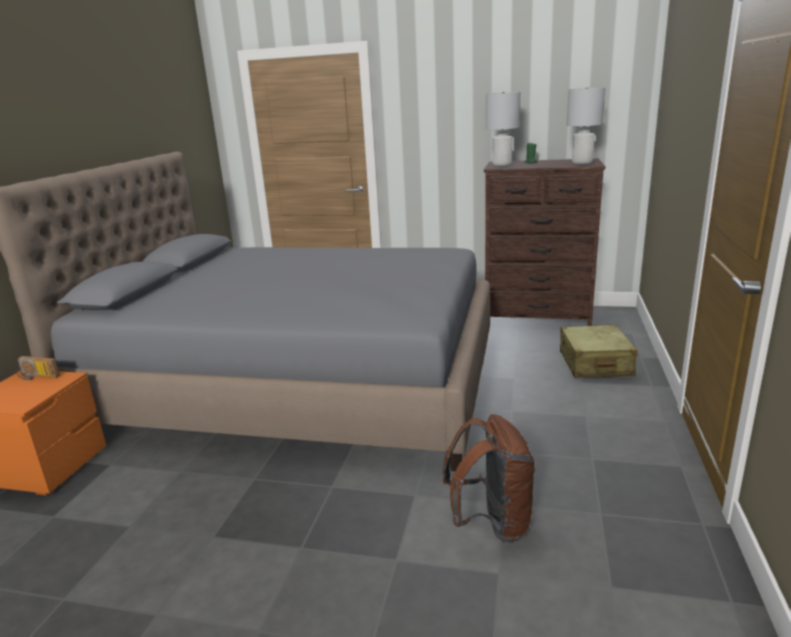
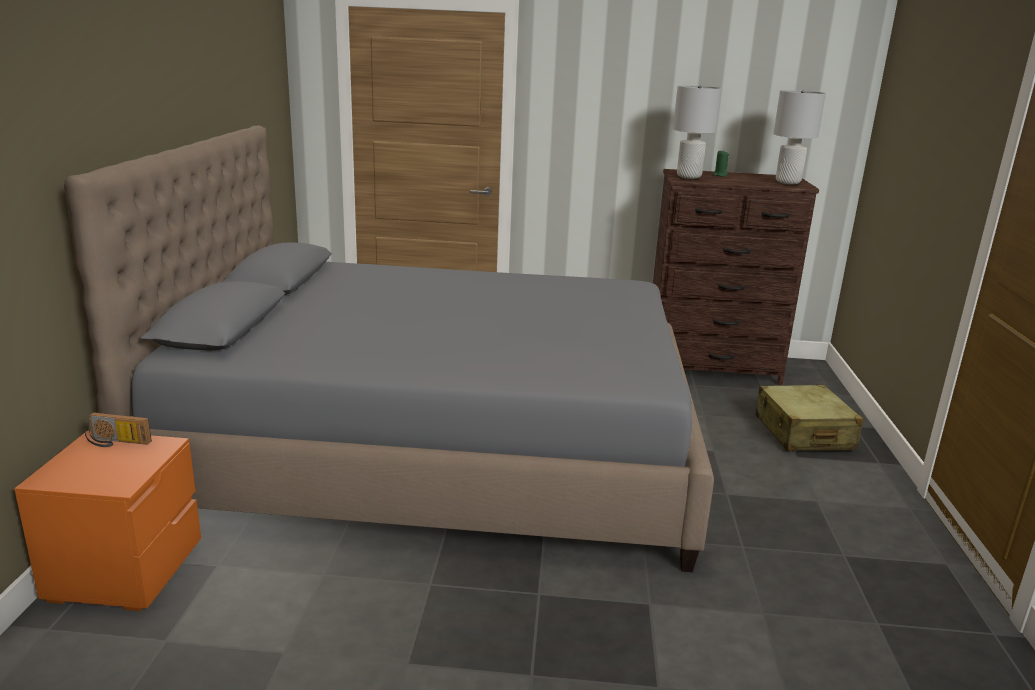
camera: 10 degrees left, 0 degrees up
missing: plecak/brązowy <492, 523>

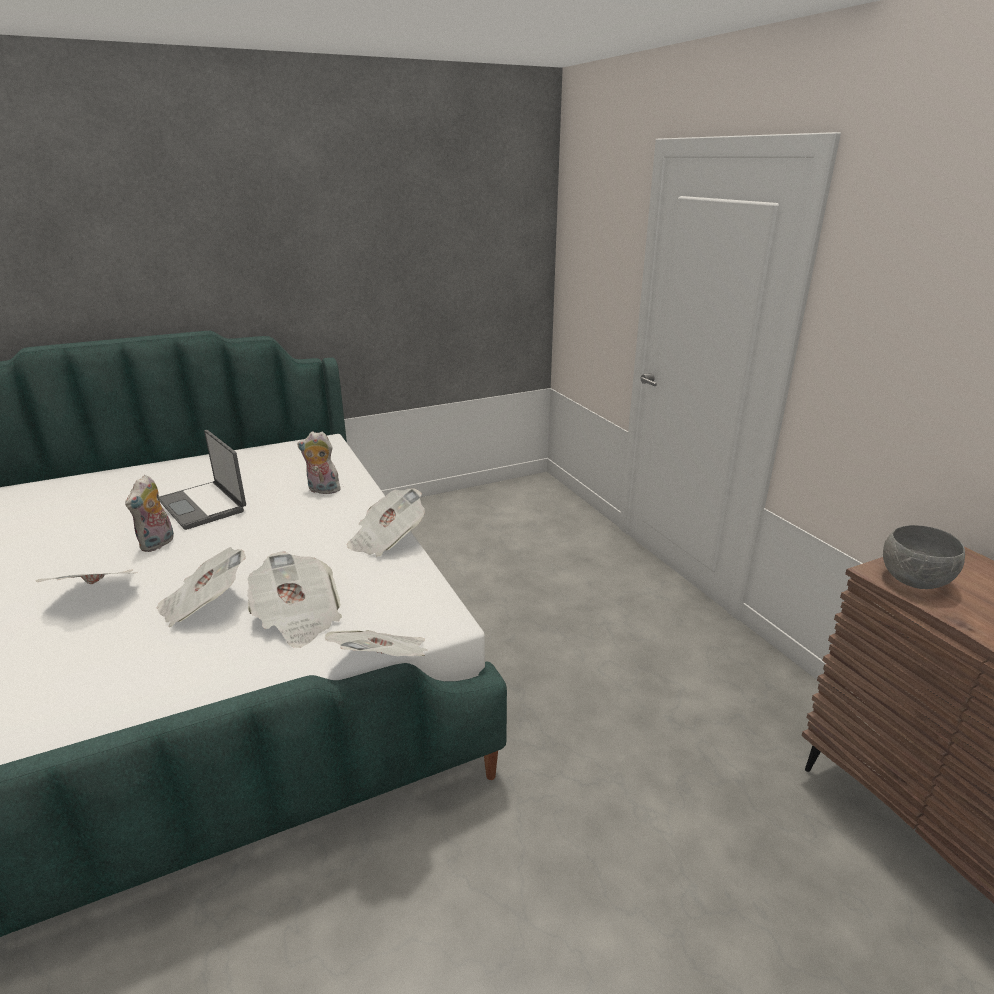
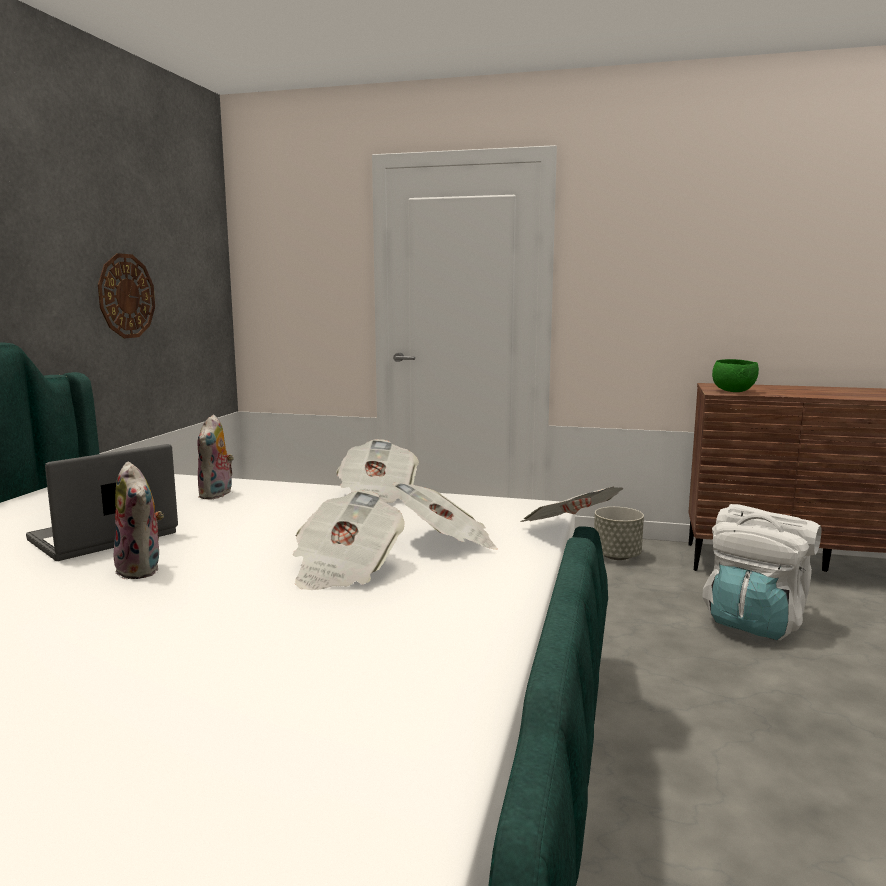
camera: 50 degrees left, 15 degrees down
missing: gazeta <100, 595>
appeared: zegar ścienny <126, 296>; plecak/biały <755, 622>; donica/szary <617, 556>
colour: miska/szary <915, 582> to miska/zielony <734, 391>
spun: laptop <204, 505> = <104, 538> 135 degrees clockwise; pluszak <322, 490> = <217, 495> 45 degrees counterclockwise

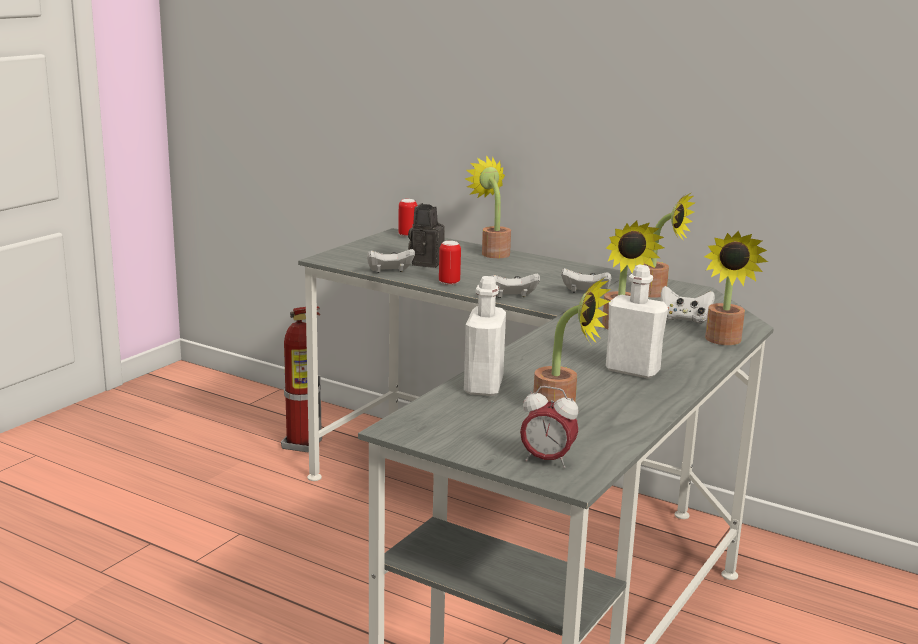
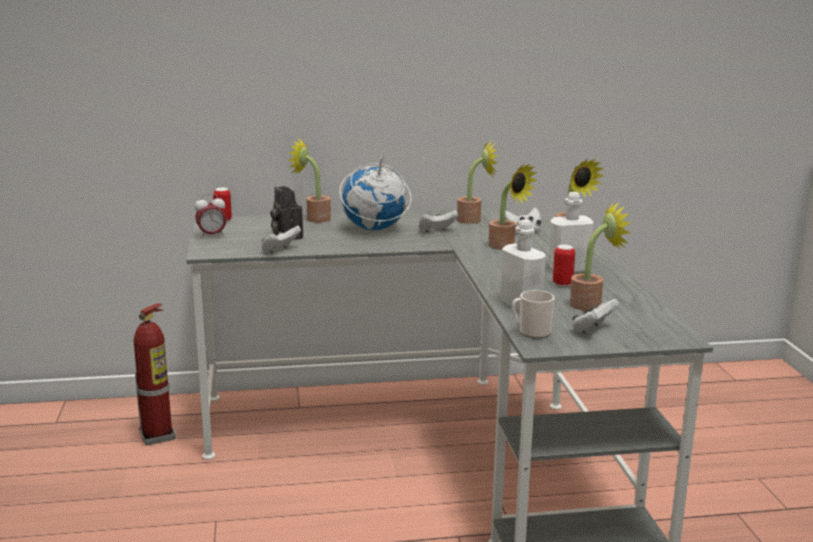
camera: 40 degrees left, 0 degrees up
appeared: globus <374, 229>; kubek <531, 332>
relocated: puszka <449, 283> to <562, 284>; pad do gier/biały <512, 298> to <592, 330>; budzik <547, 460> to <211, 236>

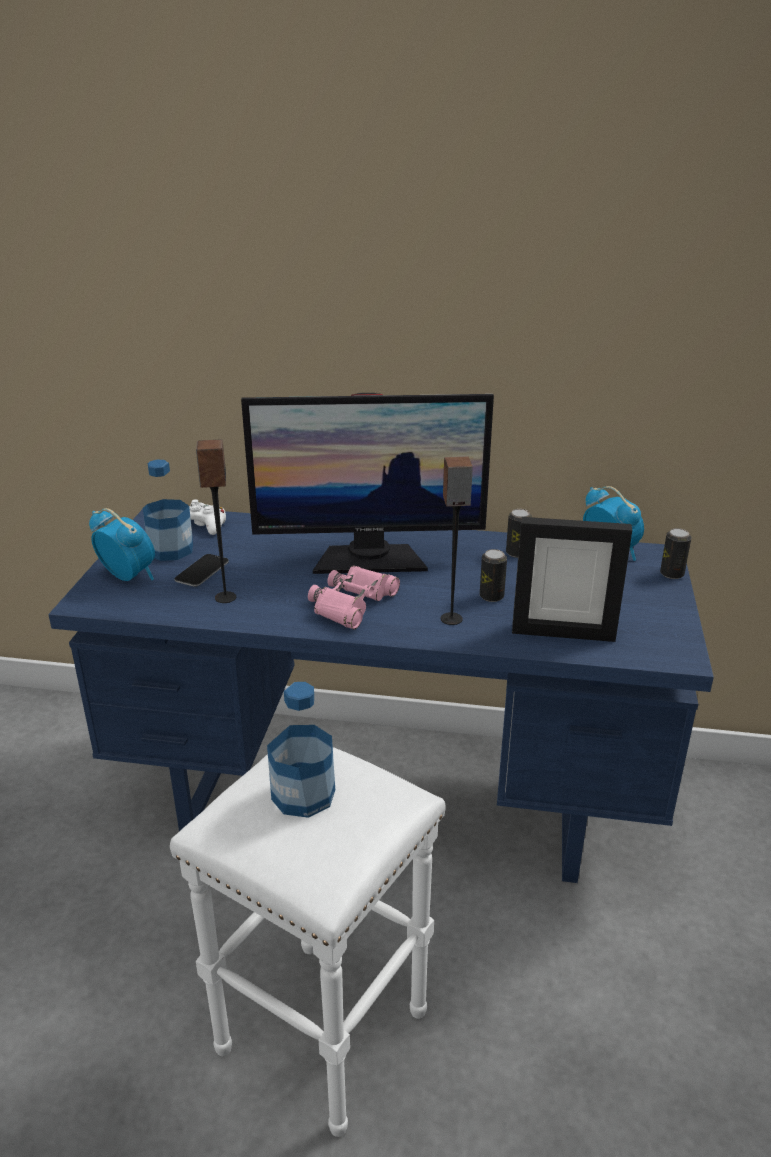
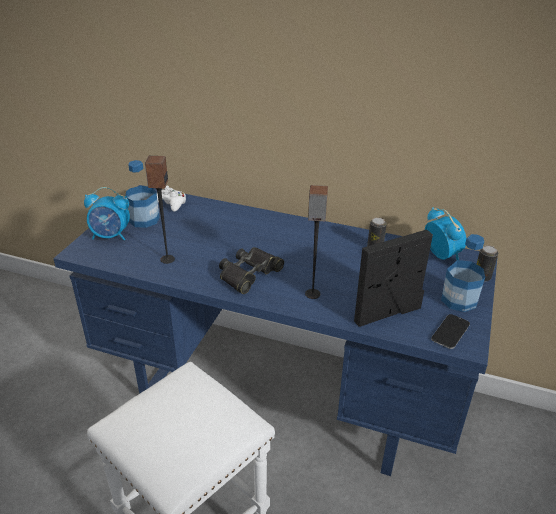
camera: 10 degrees right, 5 degrees up
missing: monitor <369, 558>; puszka <491, 596>
relocated: telefon <202, 571> to <450, 332>; butelka <303, 794> to <459, 300>
colour: lornetka/różowy <352, 604> to lornetka/czarny <249, 274>
spun: budzik <128, 576> = <111, 236> 135 degrees clockwise; ramka na zdjęcie <563, 632> = <387, 314> 135 degrees clockwise

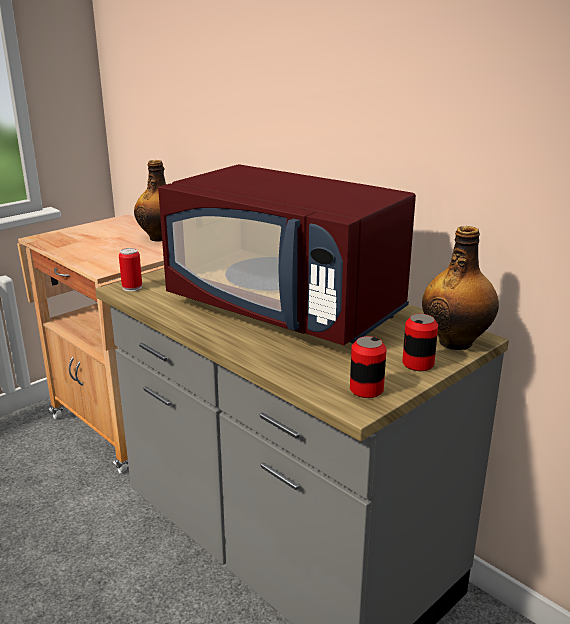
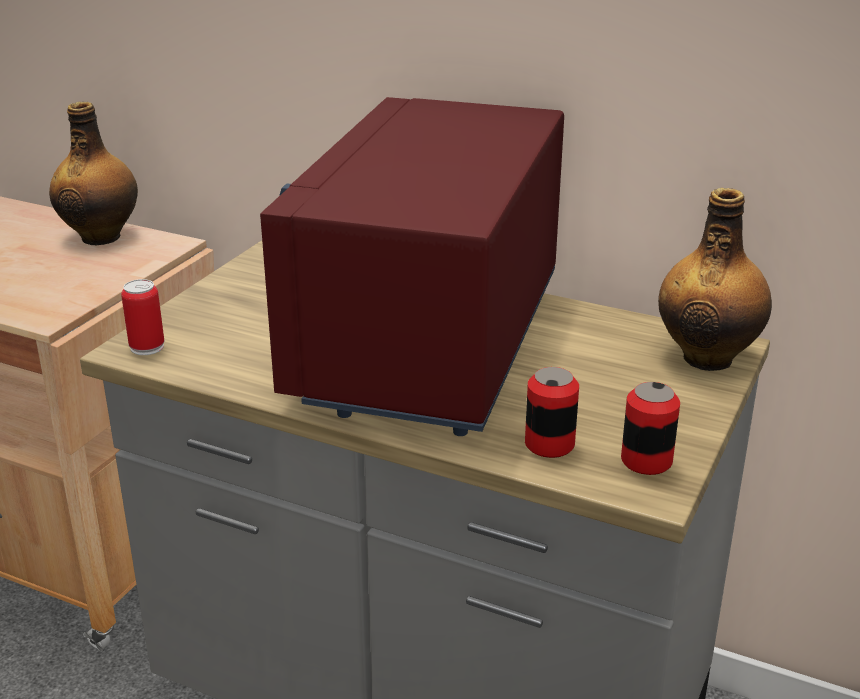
camera: 20 degrees left, 5 degrees up
relocated: puszka <418, 364> to <549, 444>
spun: mikrofalówka/czerwony <287, 309> = <430, 343> 90 degrees clockwise

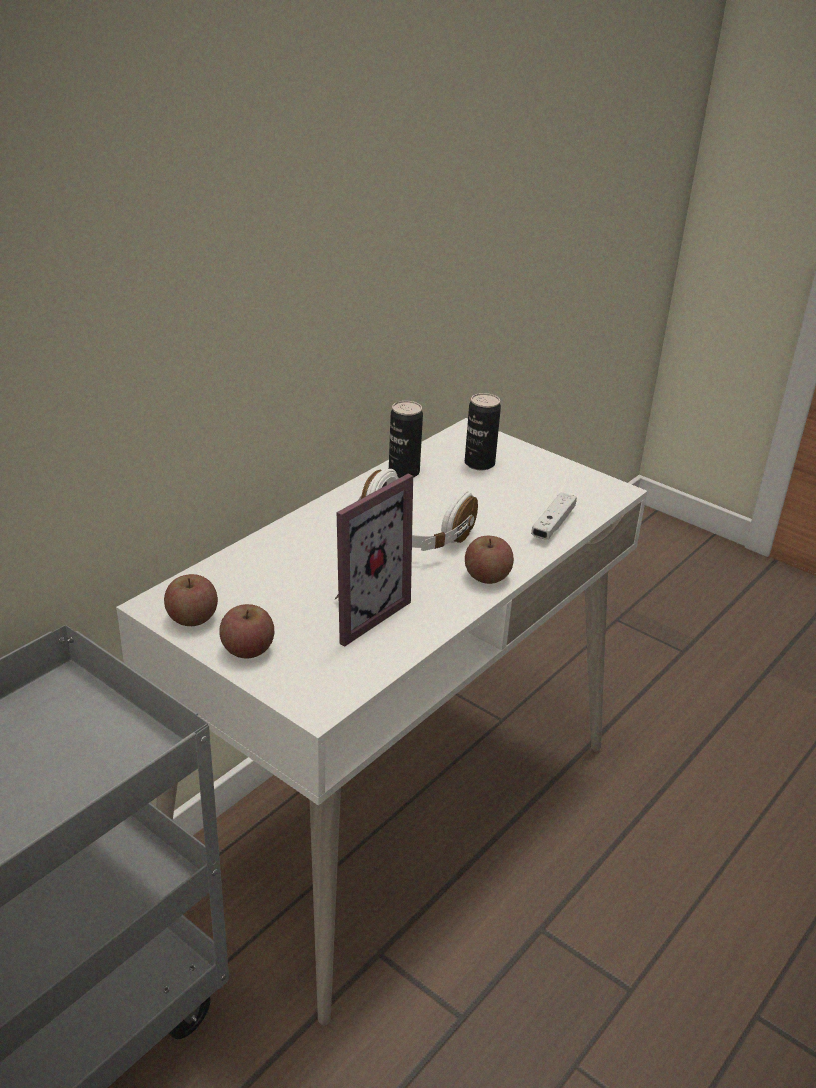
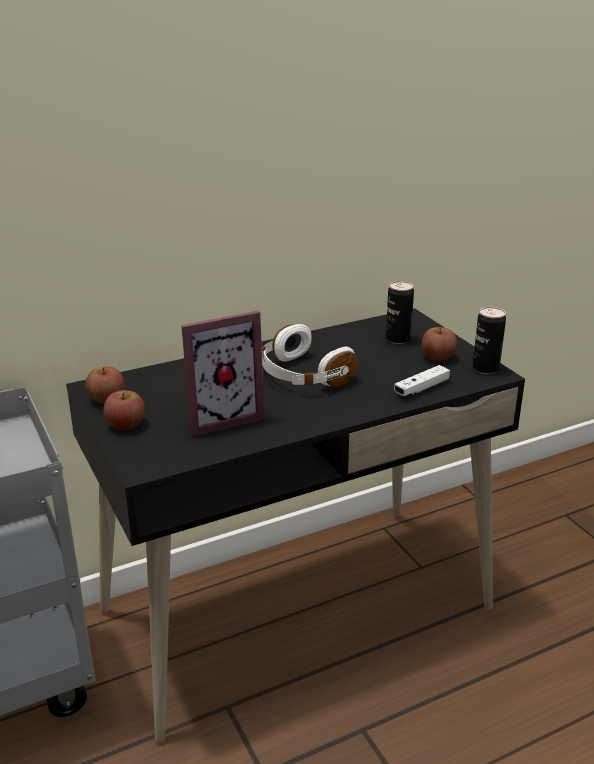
camera: 25 degrees right, 5 degrees down
relocated: puszka <404, 472> to <485, 368>; jabłko <487, 576> to <438, 357>
colour: biurko/biały <393, 811> to biurko/czarny <296, 609>

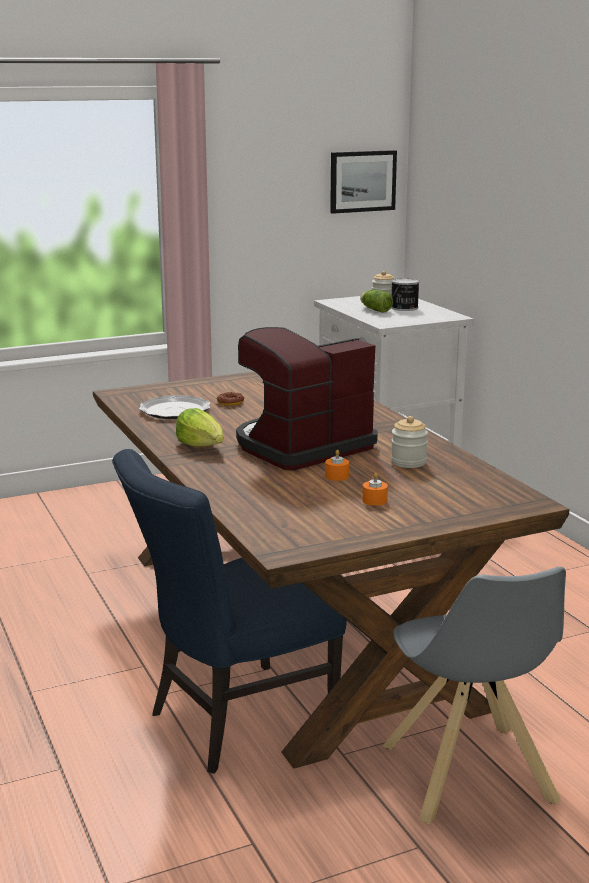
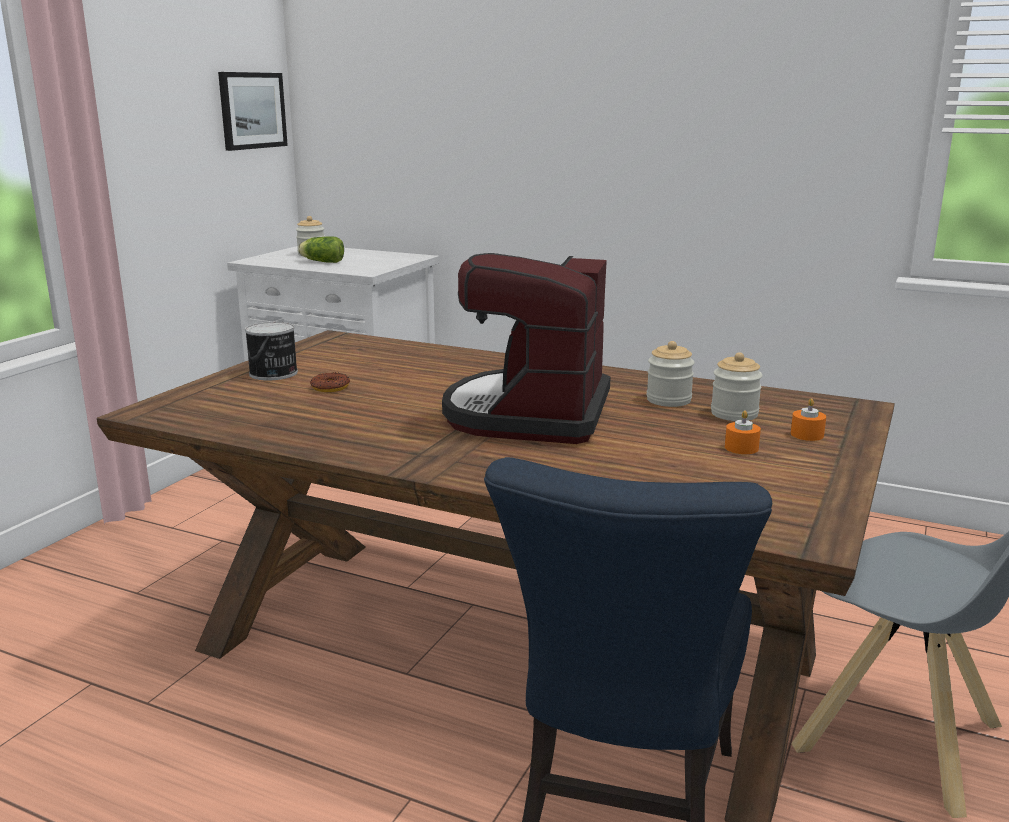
camera: 40 degrees left, 0 degrees up
missing: talerz <174, 410>; sałata <202, 446>
appeared: słoik <734, 414>
relocated: puszka <404, 308> to <273, 373>; świeca/pomarańczowy <337, 476> to <807, 434>

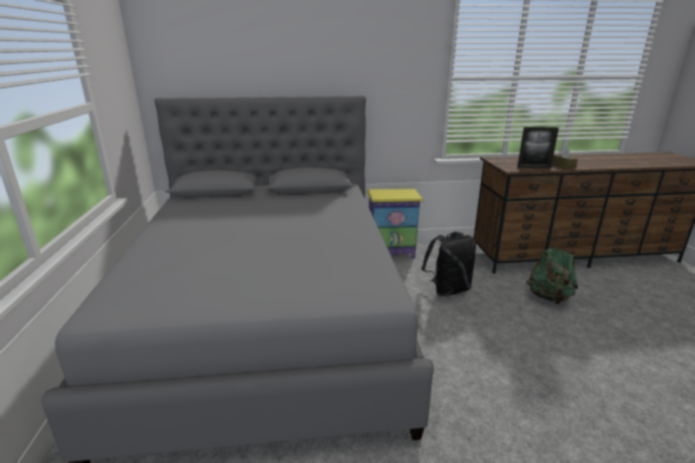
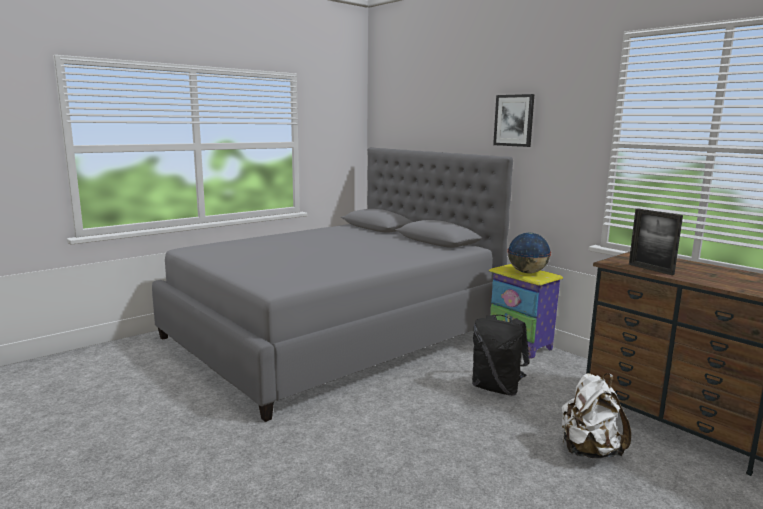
camera: 55 degrees right, 10 degrees down
missing: pudełko chusteczek/brązowy <562, 166>
appeared: obraz <514, 120>; globus <527, 272>
colour: plecak/zielony <549, 297> to plecak/biały <588, 451>

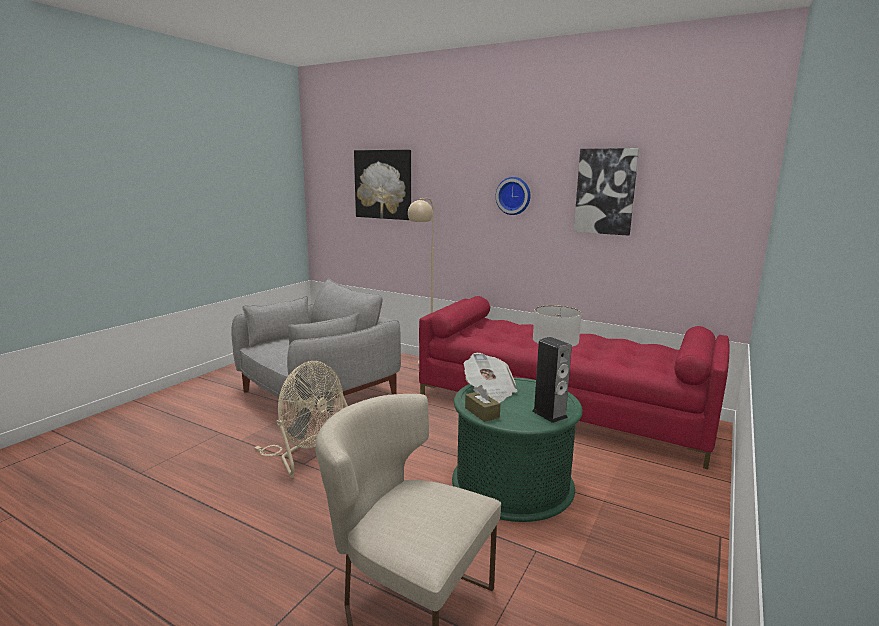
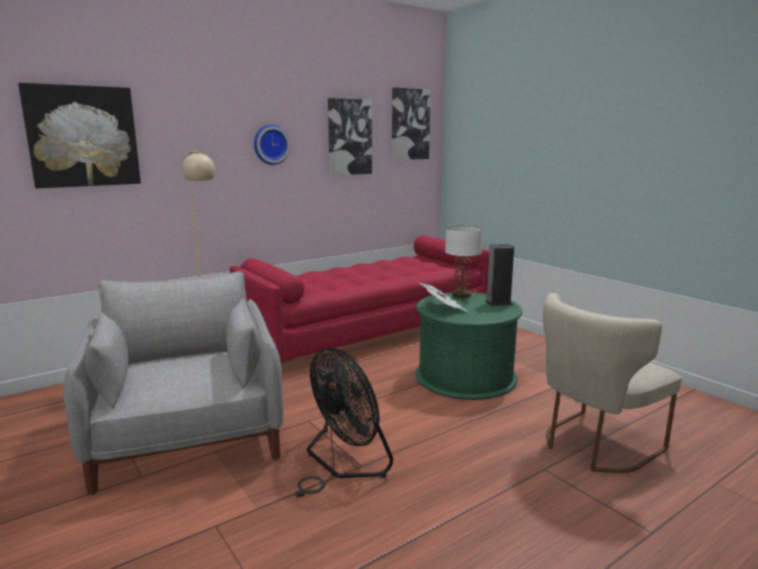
camera: 65 degrees left, 0 degrees up
missing: pudełko chusteczek/brązowy <482, 412>
appeared: obraz <409, 124>
colour: wentylator/beżowy <306, 452> to wentylator/czarny <337, 461>

